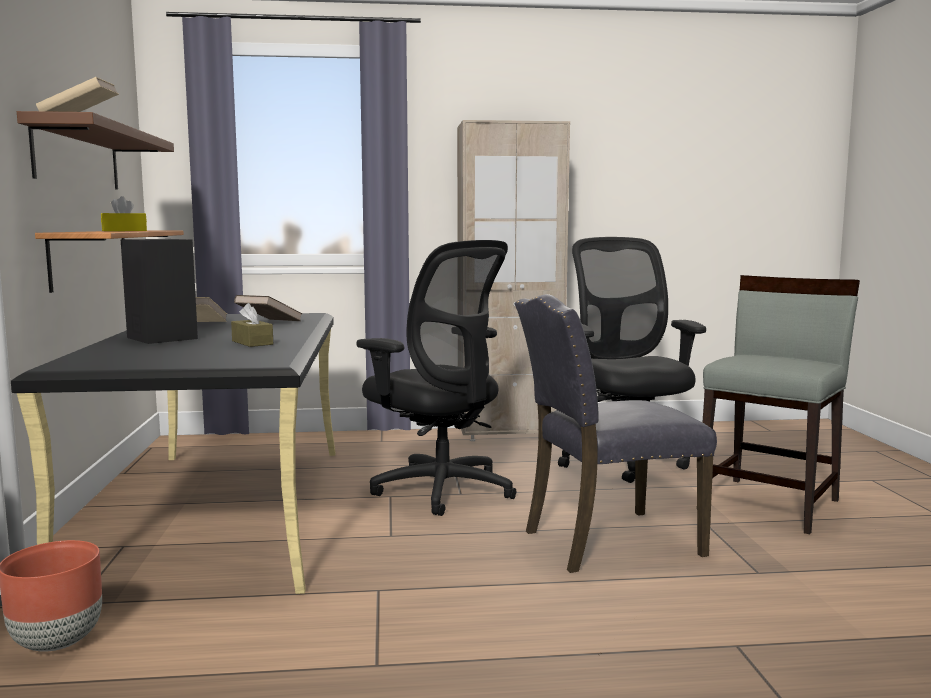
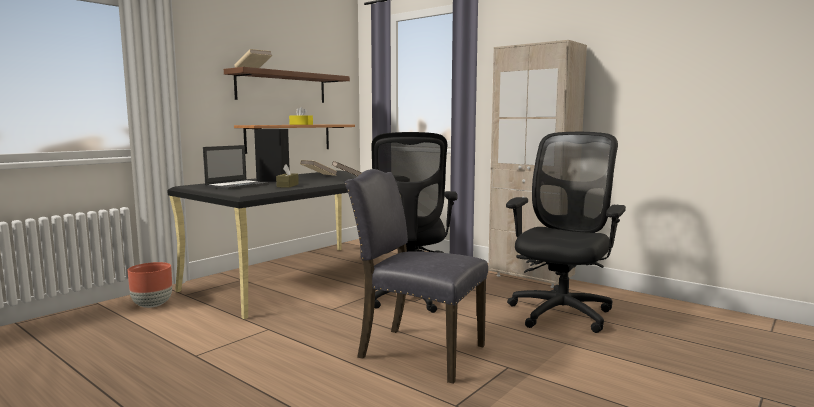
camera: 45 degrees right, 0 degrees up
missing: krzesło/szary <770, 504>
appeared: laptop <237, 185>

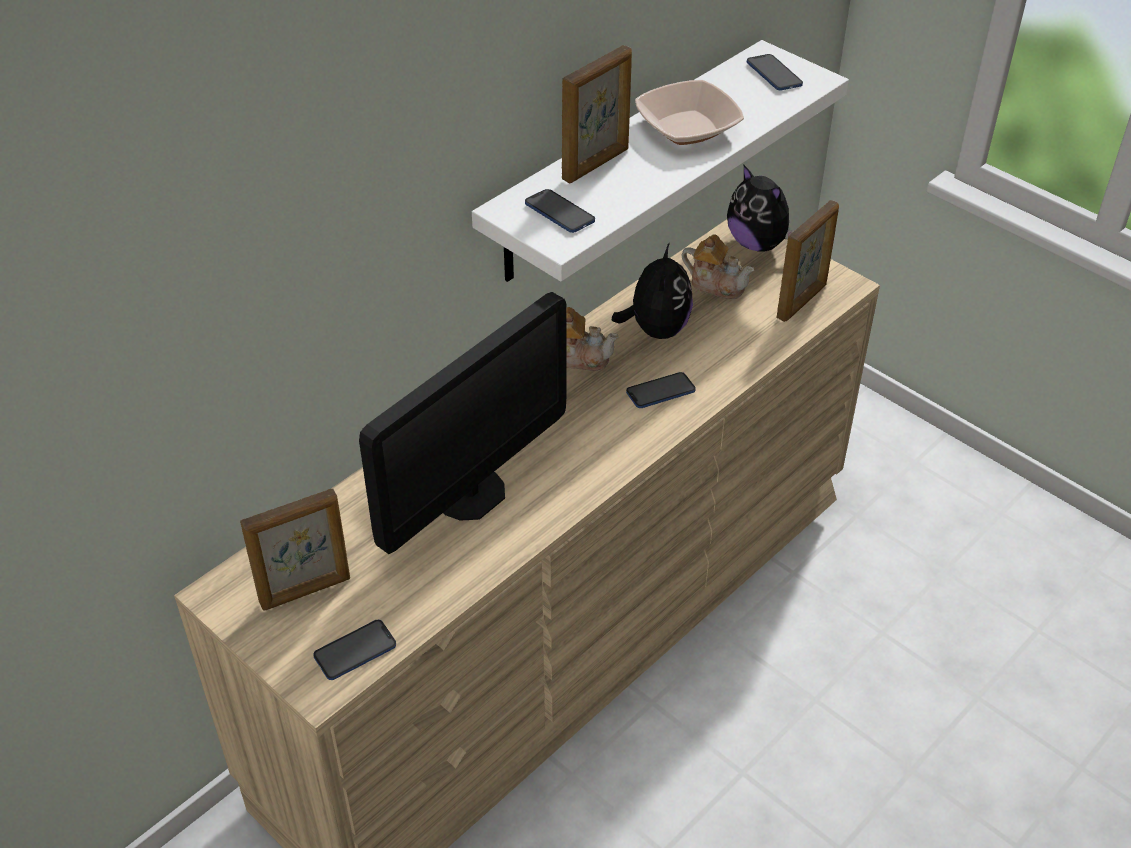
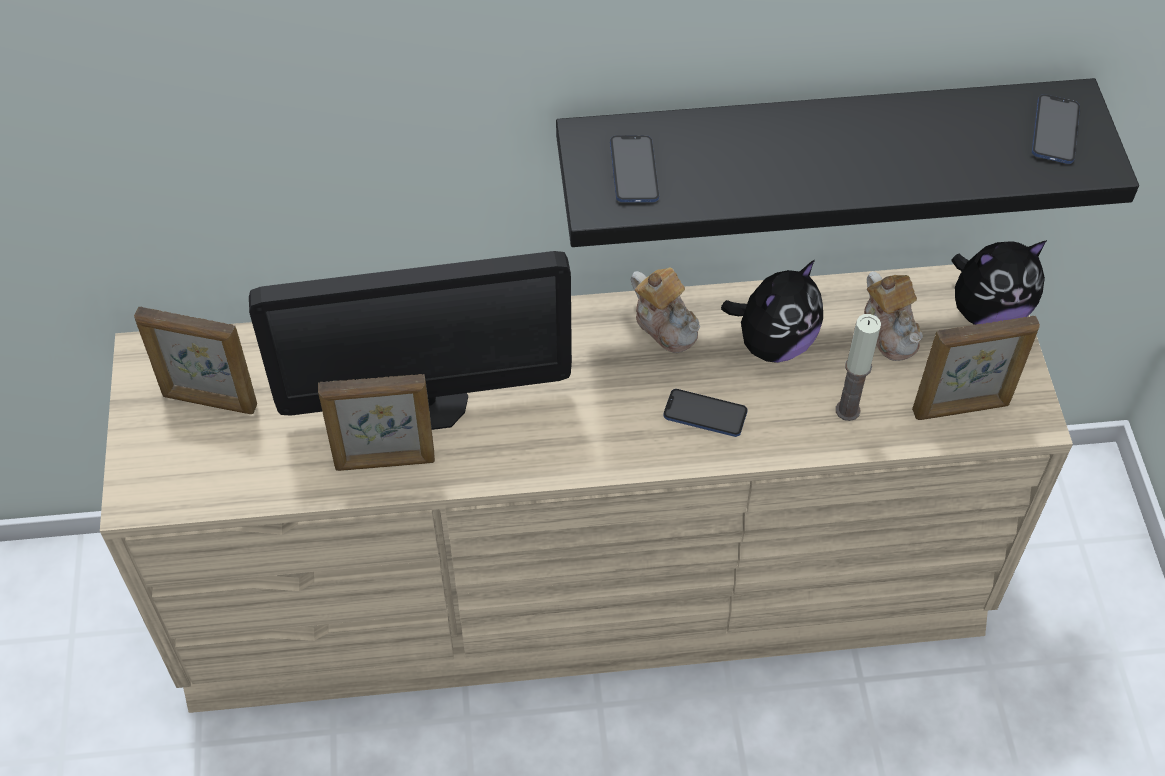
camera: 40 degrees right, 10 degrees up
missing: miska <687, 128>; telefon <355, 651>
appeared: świeca <847, 410>
relocated: ramka na zdjęcie <596, 164> to <385, 462>
colour: półka/biały <625, 162> to półka/czarny <820, 144>
spun: pluszak <758, 243> = <987, 311> 105 degrees counterclockwise

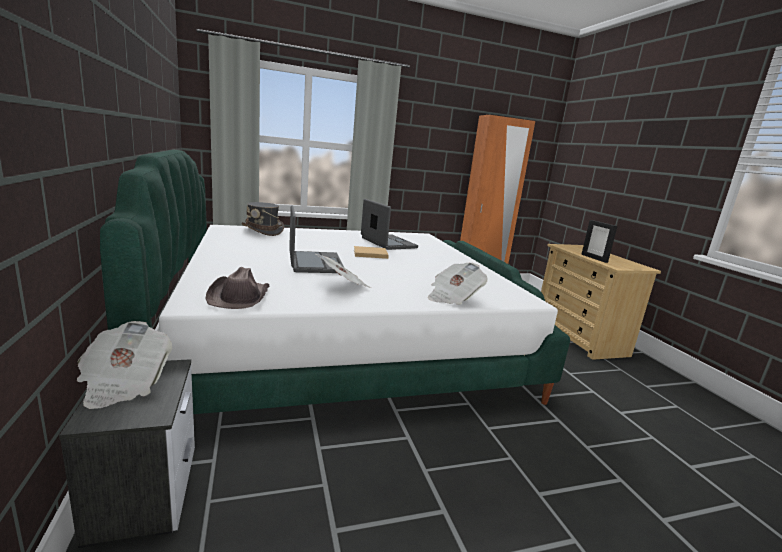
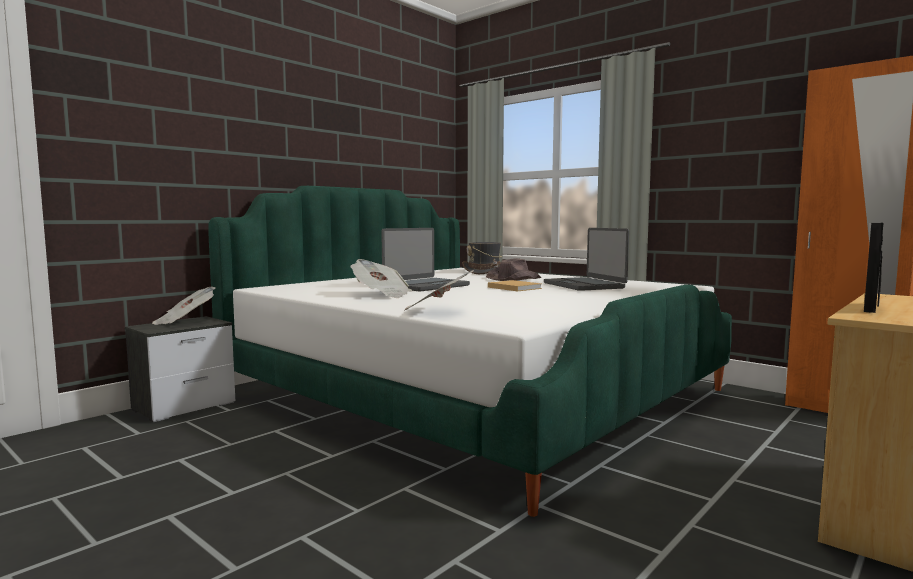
camera: 60 degrees right, 10 degrees down
relocated: kapelusz/brązowy <239, 296> to <513, 279>
spun: laptop <388, 243> = <584, 285> 135 degrees clockwise

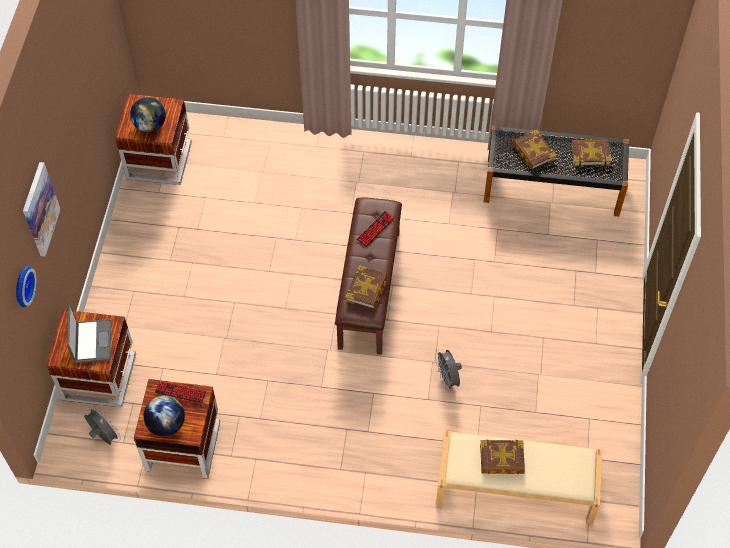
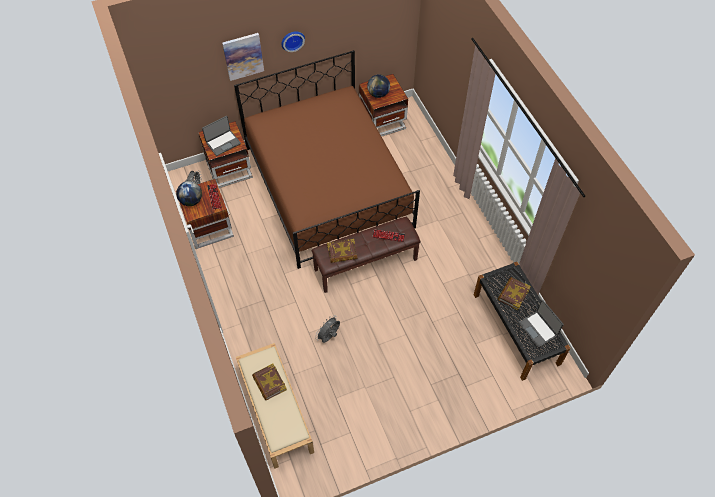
camera: 60 degrees right, 0 degrees up
appeared: łóżko/brązowy <328, 186>
relocated: zegar ścienny <22, 286> to <292, 40>
exchanged: książka <590, 154> to laptop <538, 329>

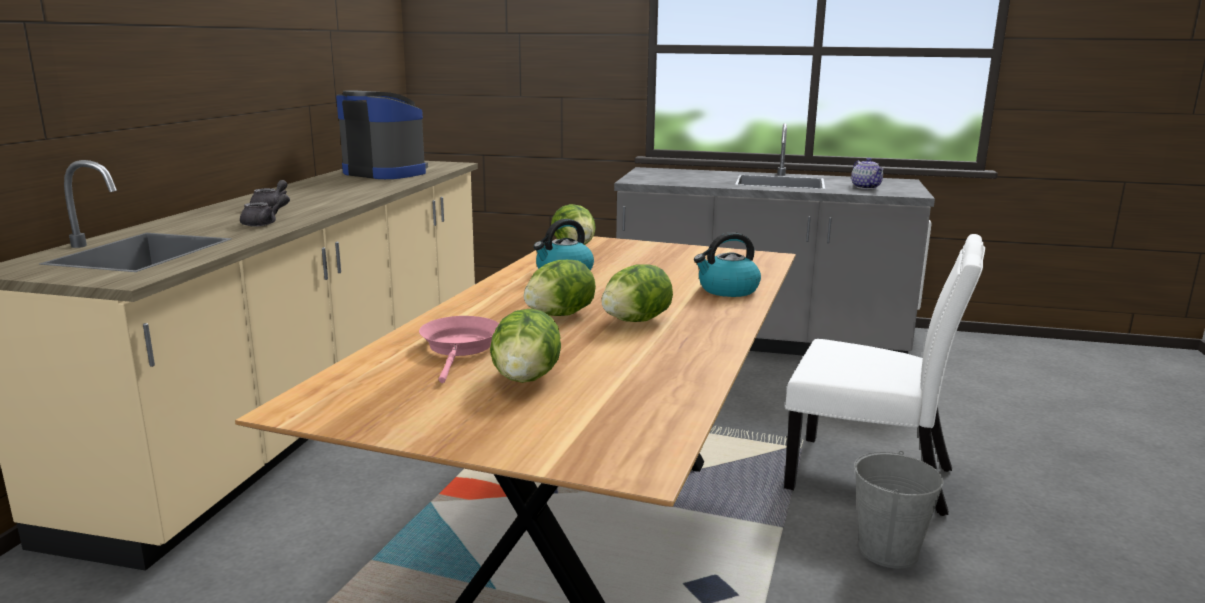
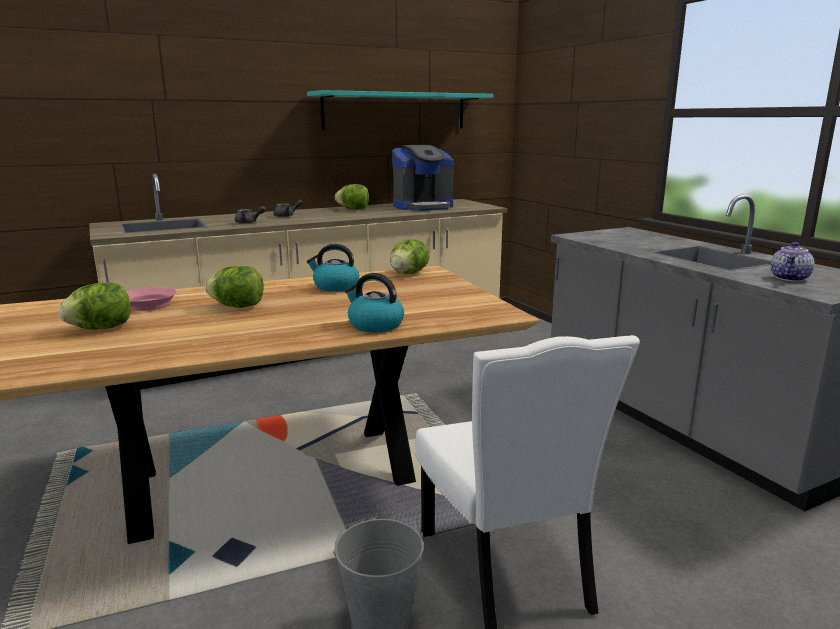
camera: 50 degrees right, 0 degrees up
appeared: półka/turkusowy <395, 111>
relocated: sałata <636, 321> to <353, 209>
spun: ekspres do kawy <385, 173> = <423, 207> 75 degrees clockwise

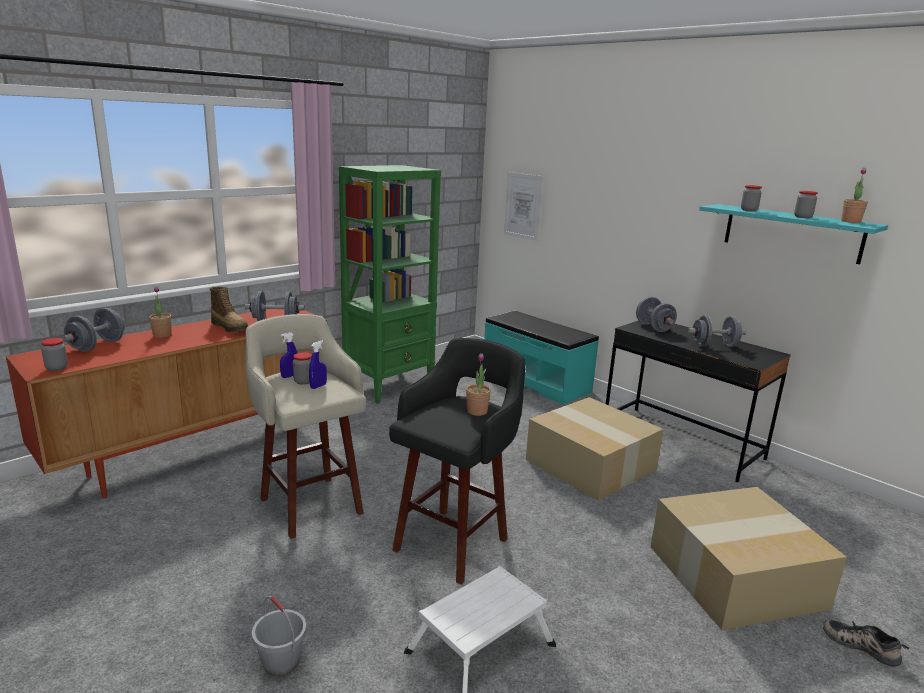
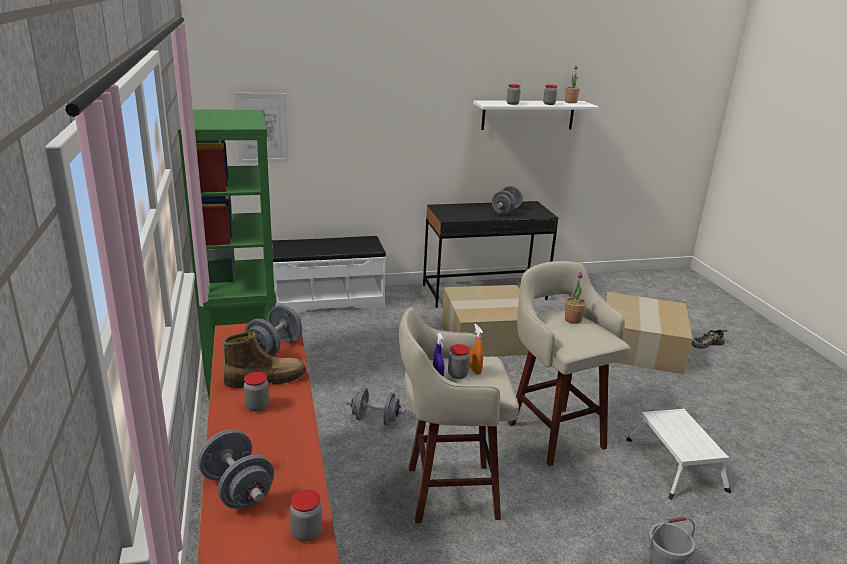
camera: 60 degrees left, 5 degrees up
missing: roślina doniczkowa <162, 335>
appeared: słoik <257, 406>
relocated: hantel/szary <654, 327> to <375, 419>
colour: półka/turkusowy <792, 233> to półka/biały <528, 115>; ławka/turkusowy <536, 381> to ławka/biały <328, 300>; stołek/czarny <454, 542> to stołek/beżowy <553, 433>; spryskiwacz/niebieski <318, 386> to spryskiwacz/pomarańczowy <475, 370>

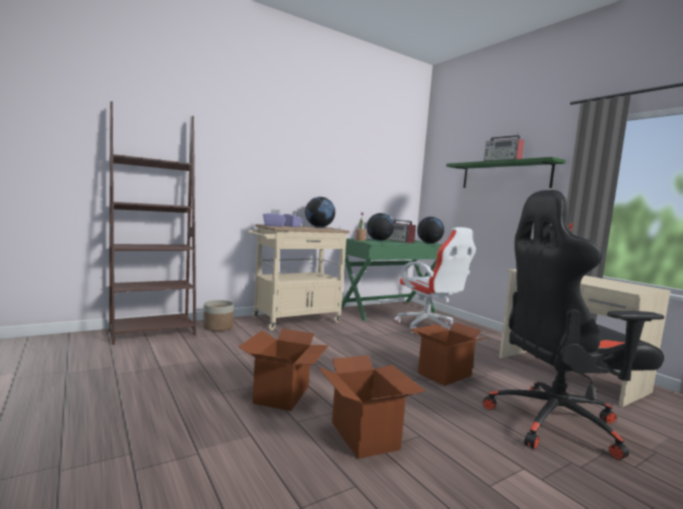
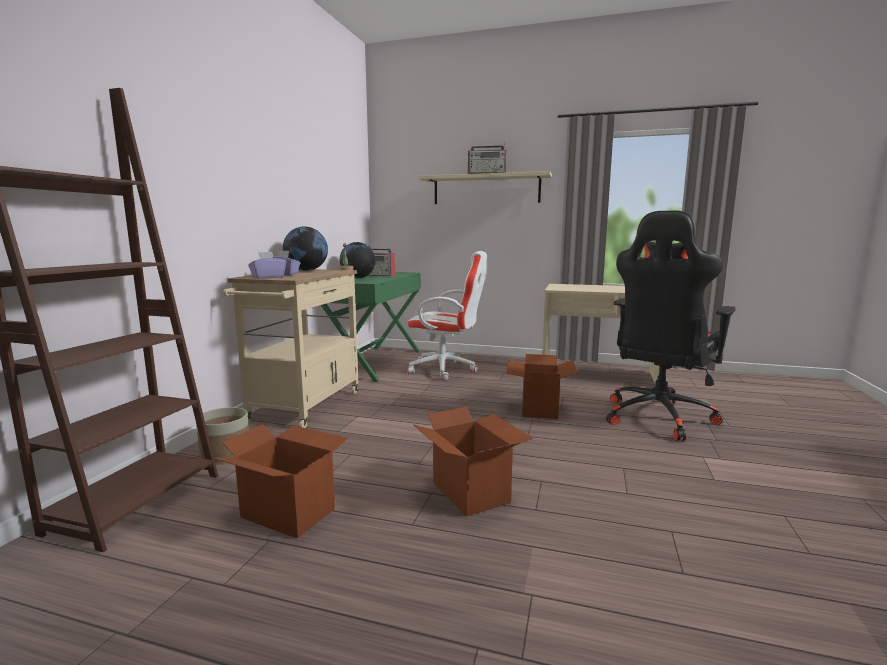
camera: 40 degrees left, 5 degrees up
missing: globus <429, 243>
relocated: karton <365, 435> to <289, 512>
colour: półka/zielony <504, 175> to półka/beżowy <486, 189>

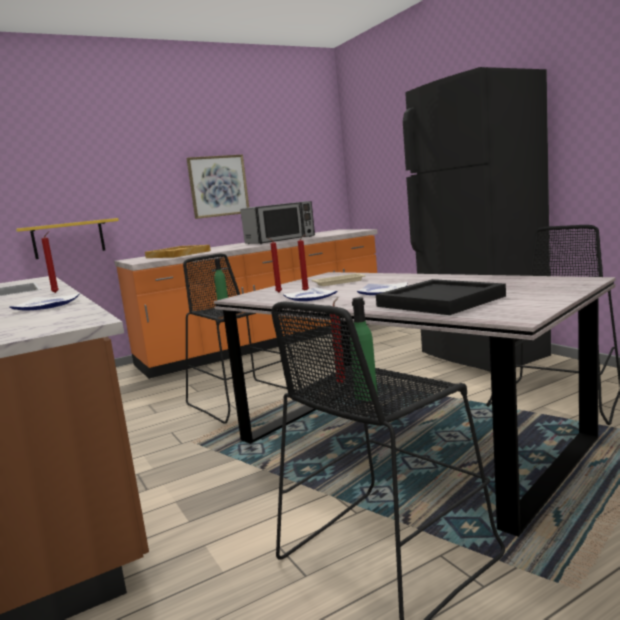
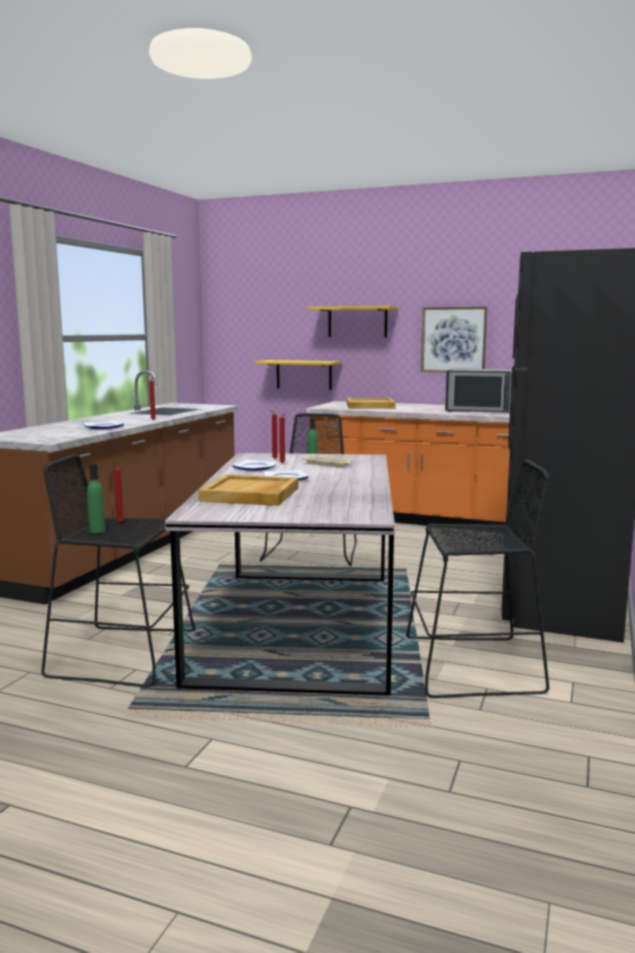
camera: 50 degrees right, 0 degrees up
appeared: półka/żółty <357, 322>
colour: taca/czarny <441, 301> to taca/beżowy <251, 494>

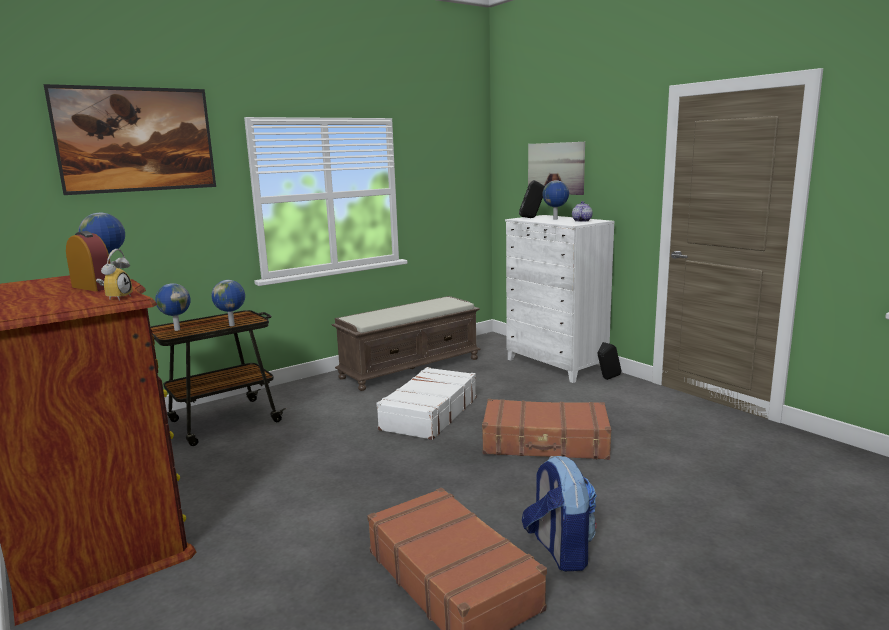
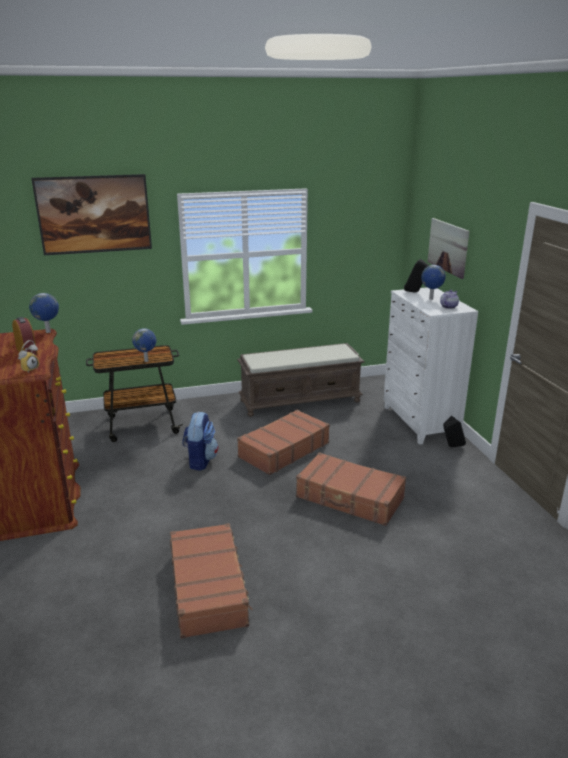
camera: 20 degrees right, 10 degrees up
missing: globus <177, 329>
relocated: plecak <559, 550> to <200, 460>
colour: walizka/biały <428, 414> to walizka/brązowy <283, 450>

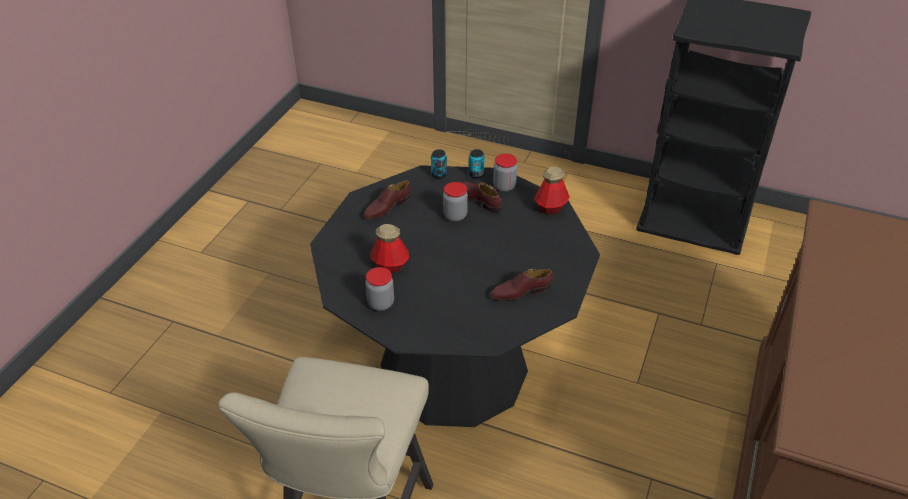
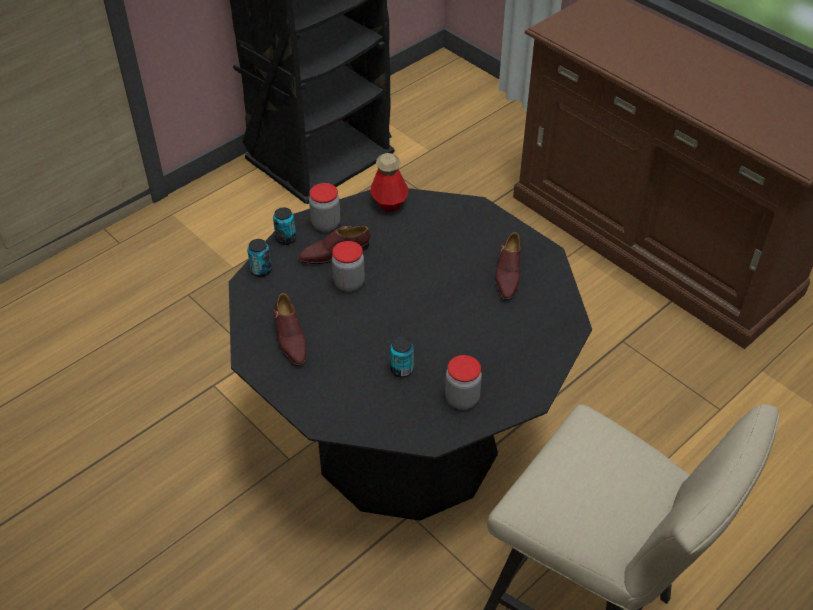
camera: 65 degrees left, 5 degrees up
exchanged: butelka <390, 266> to puszka <401, 370>

